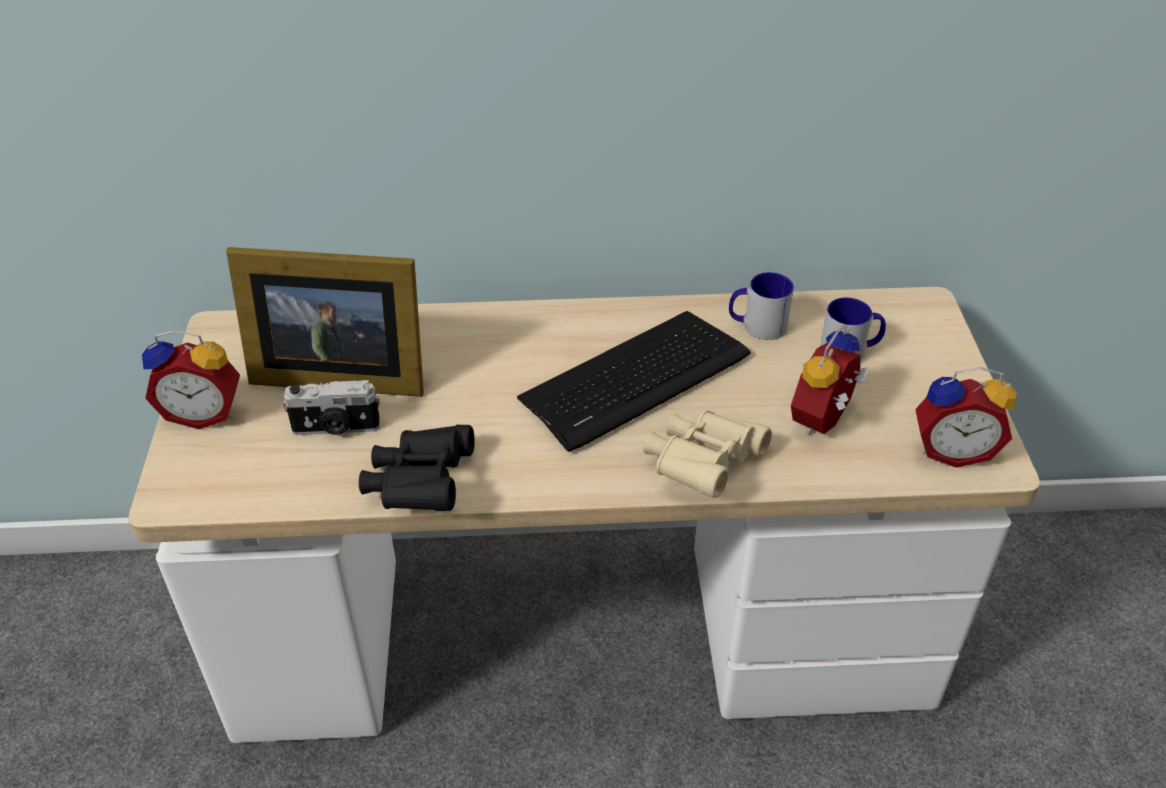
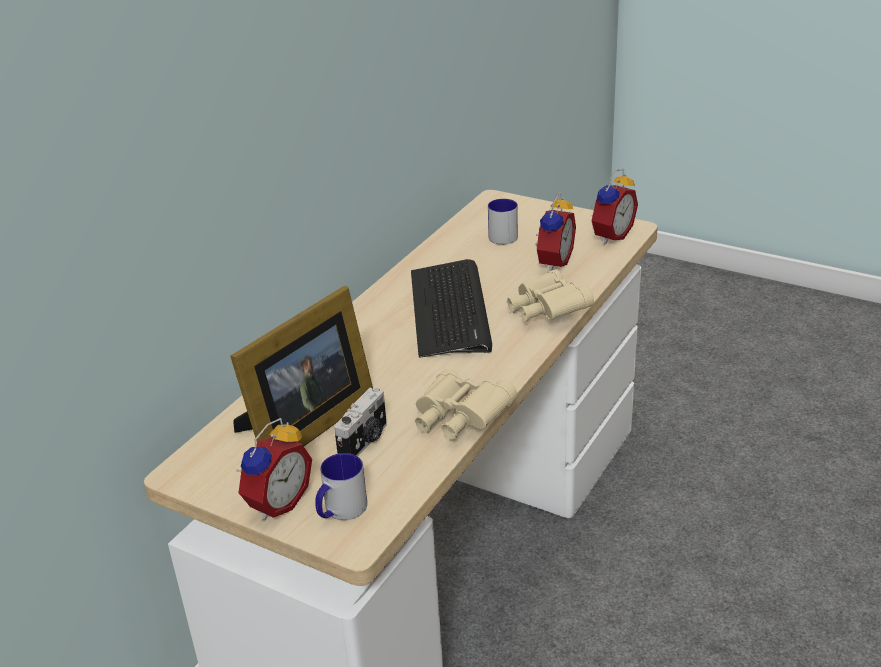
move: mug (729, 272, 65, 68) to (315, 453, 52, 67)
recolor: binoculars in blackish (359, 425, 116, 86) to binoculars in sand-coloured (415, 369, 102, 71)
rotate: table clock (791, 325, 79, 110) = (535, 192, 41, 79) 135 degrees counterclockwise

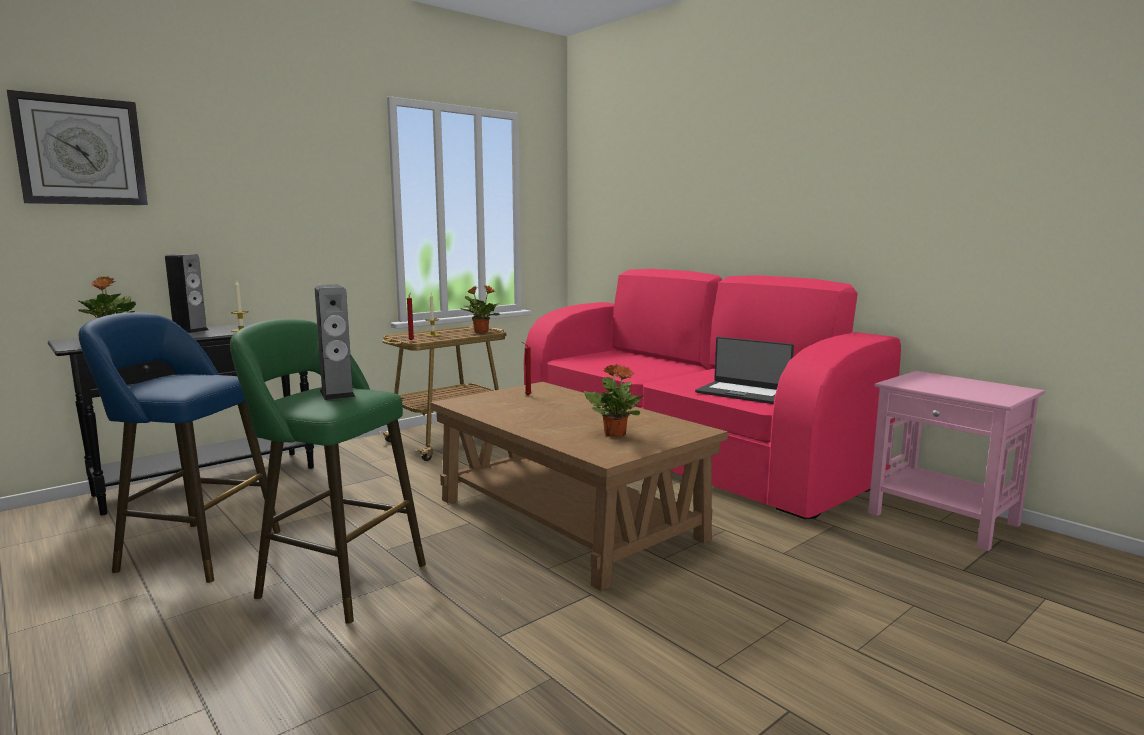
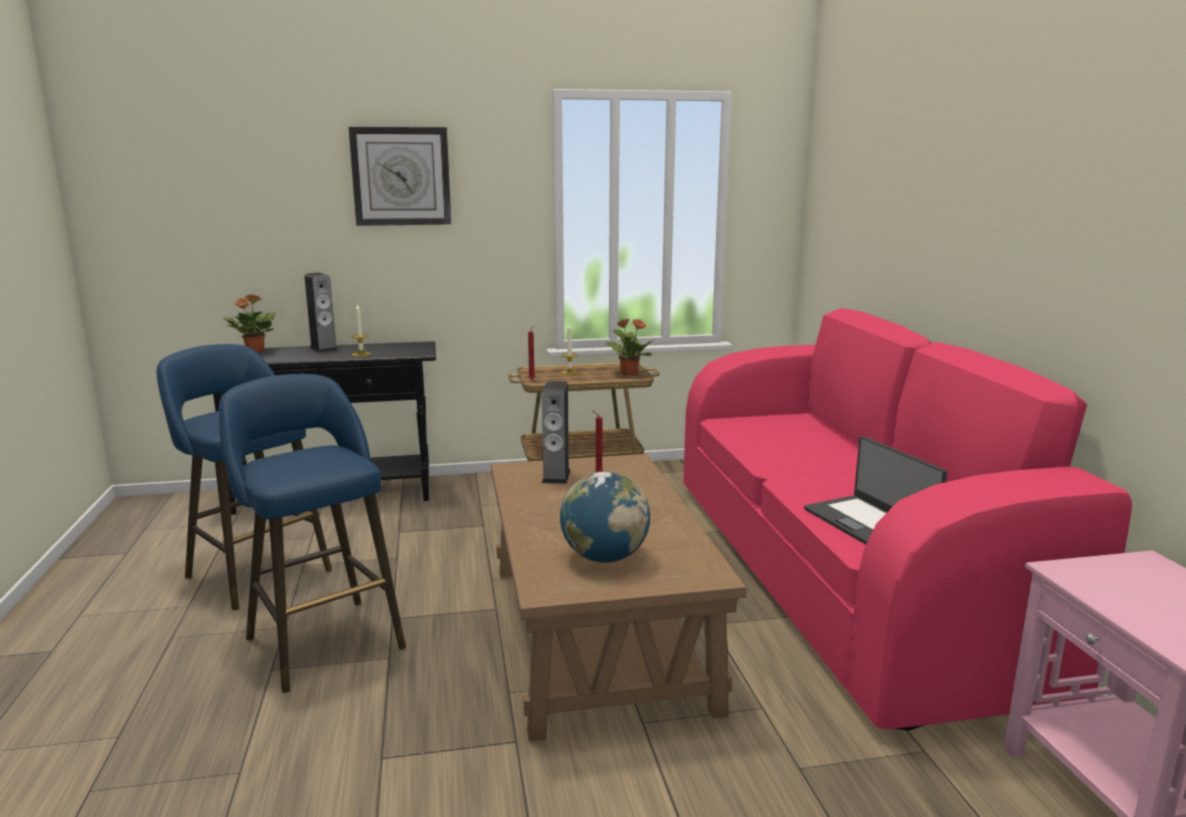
move: hanging clock (7, 90, 141, 115) to (349, 127, 102, 99); loudspeaker (315, 284, 40, 116) to (542, 381, 28, 103)
replace: plant in a pot (584, 364, 60, 73) to desk globe (560, 472, 90, 91)
recolor: sitting stool in green (230, 319, 196, 305) to sitting stool in blue-coloured (219, 374, 187, 319)

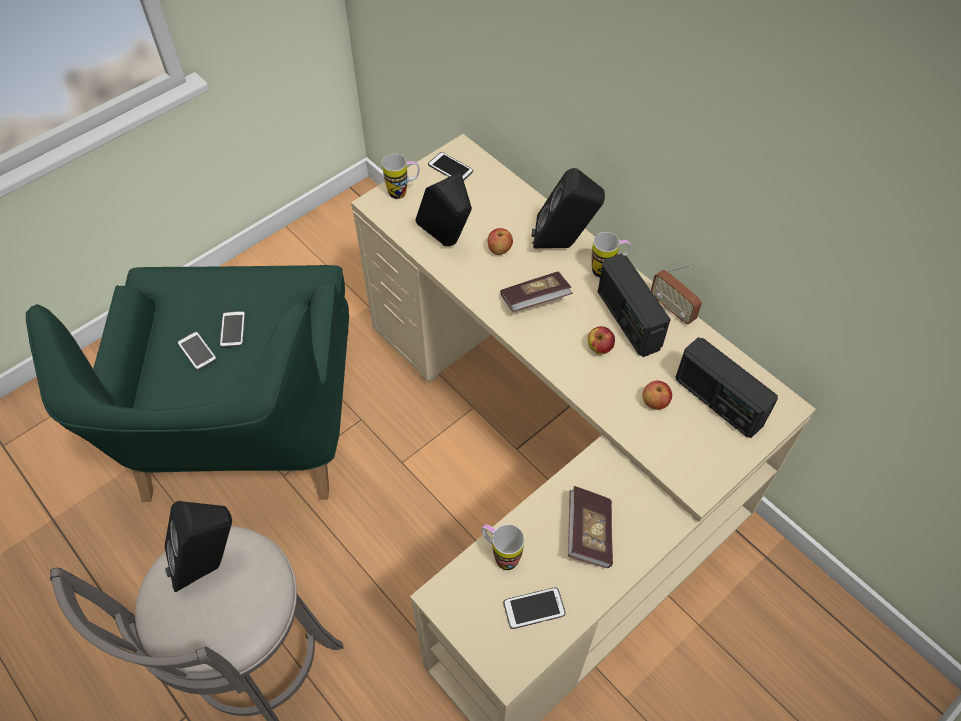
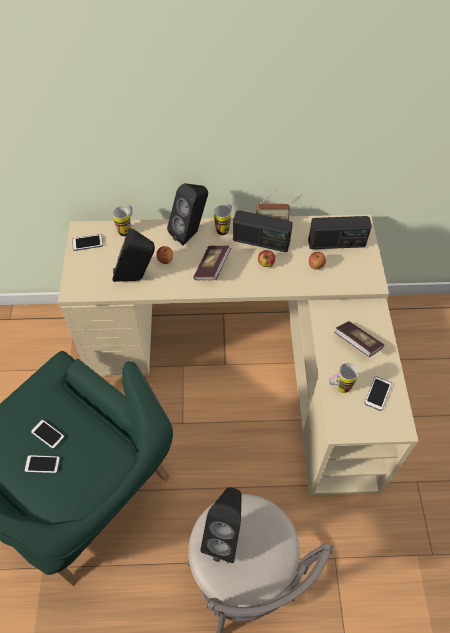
move: mug (382, 154, 38, 45) to (112, 205, 21, 31)

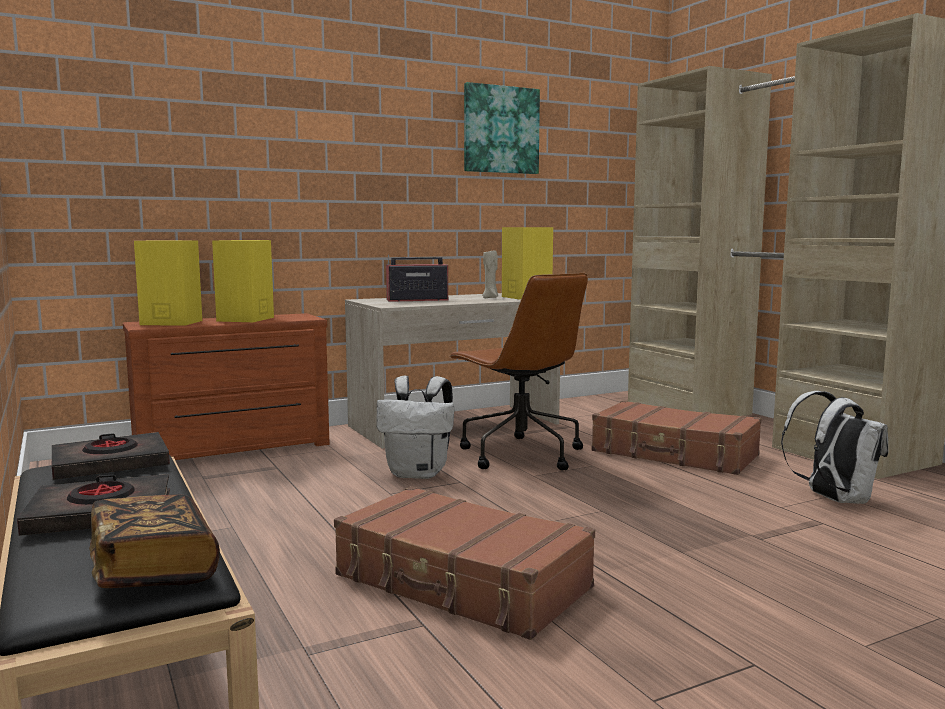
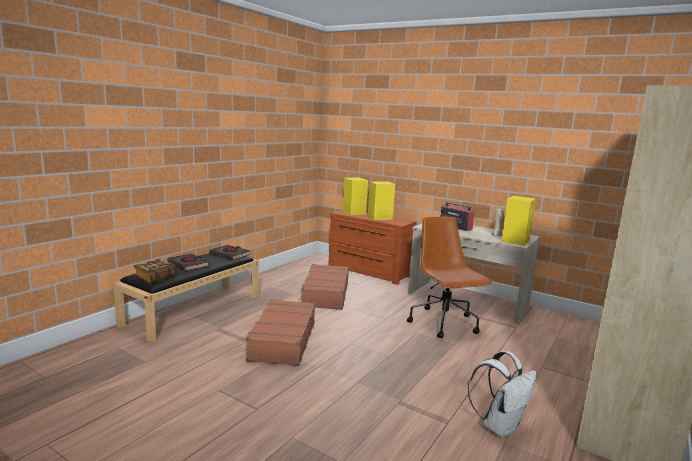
delete: knapsack in white-coloured (376, 376, 78, 103); picture (464, 82, 76, 92)
move: suitcase in brownish (591, 400, 170, 75) to (299, 264, 50, 46)
rotate: computer chair in brownish (449, 273, 139, 198) = (407, 217, 86, 121) 135 degrees clockwise

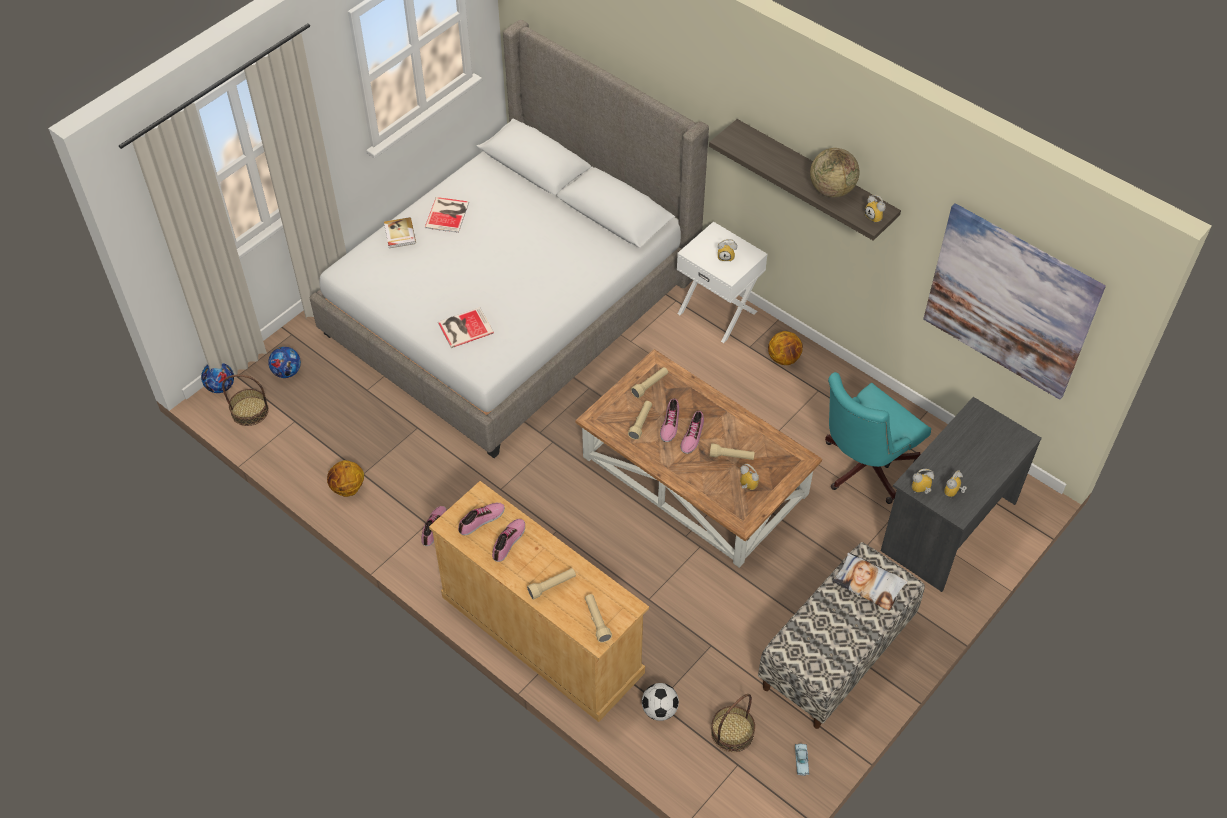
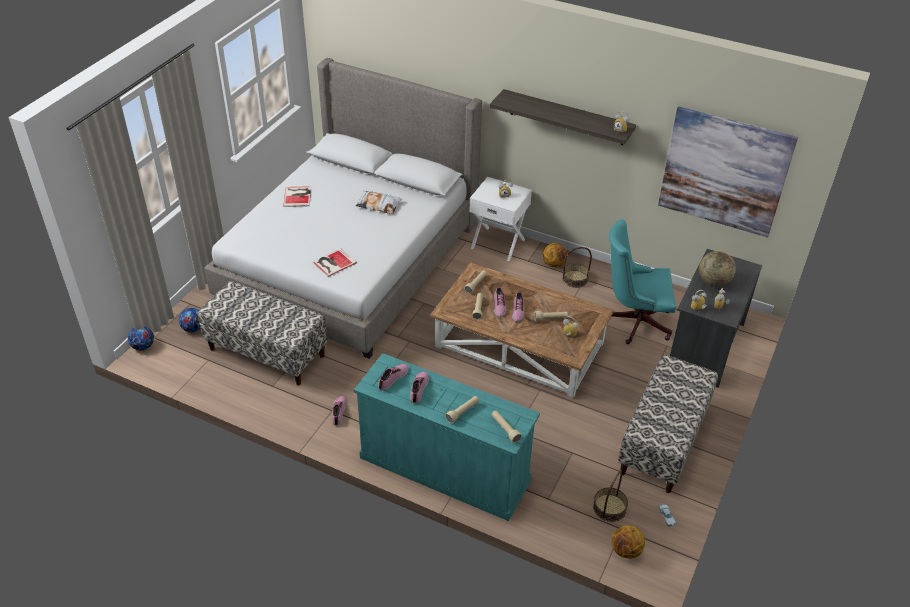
delete: bound book (384, 217, 32, 31); ball for football (642, 683, 37, 38)
insert: bench (198, 281, 129, 105)
move: basket (222, 375, 47, 51) to (562, 247, 30, 41); basketball ball (327, 460, 37, 37) to (612, 525, 33, 34); desk globe (810, 148, 49, 49) to (699, 251, 37, 36); cushion (833, 552, 75, 59) to (356, 191, 46, 23)
recolor: dresser in sand-coloured (429, 481, 220, 241) to dresser in blue-green (354, 353, 186, 168)
rotate: computer chair in blue-green (825, 372, 106, 132) = (609, 219, 67, 125) 60 degrees clockwise

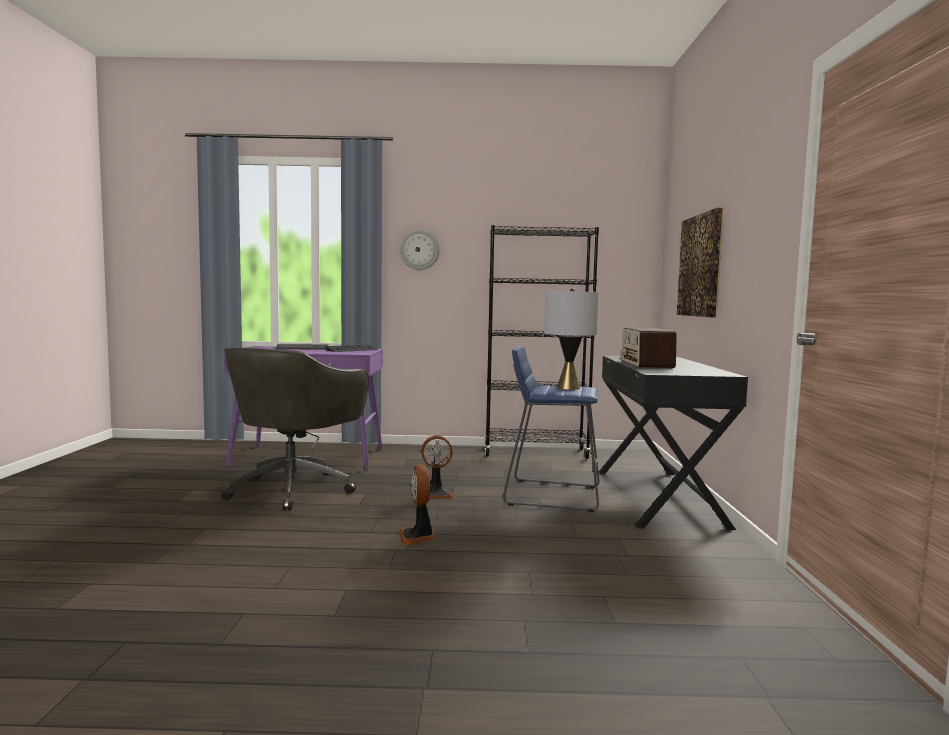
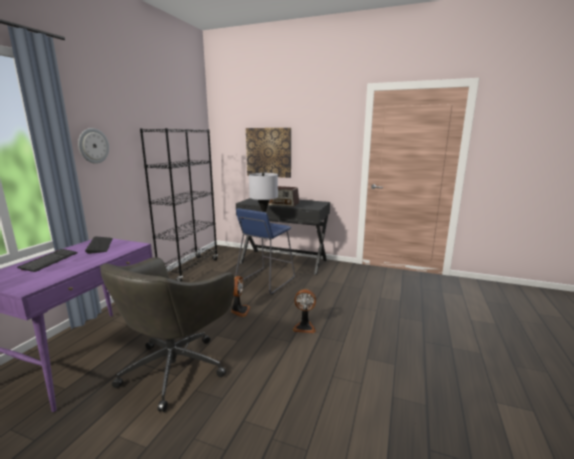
rotate: computer chair in greyish (221, 347, 148, 163) = (100, 257, 135, 155) 75 degrees clockwise

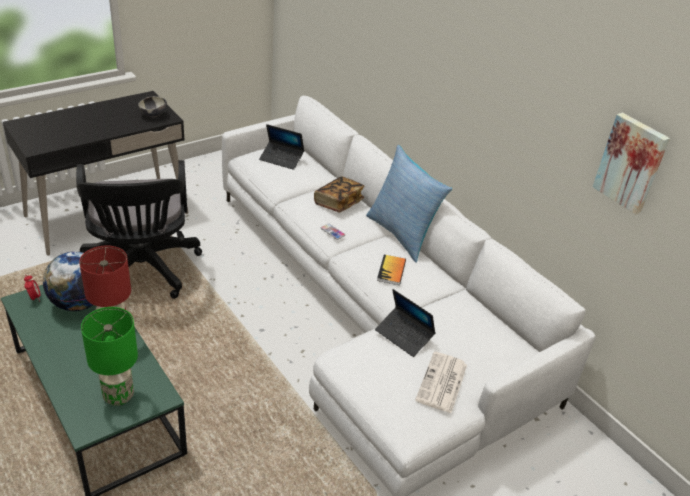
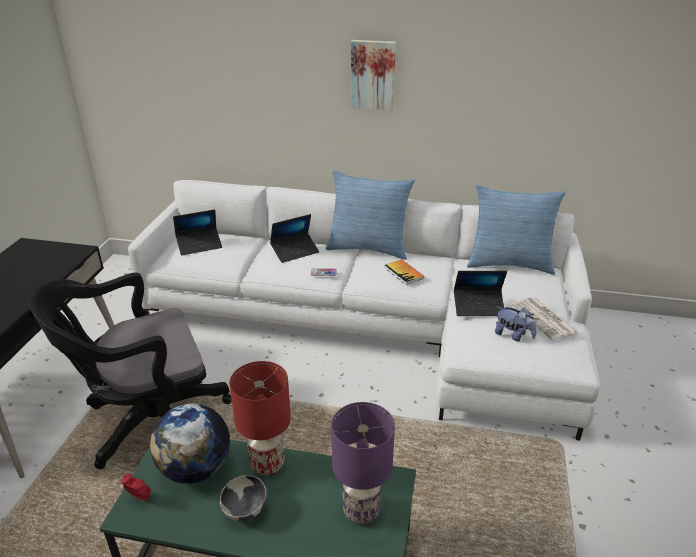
insert: cushion (467, 185, 99, 90); soft toy (495, 307, 42, 34)
move: deep dish (138, 96, 29, 21) to (220, 475, 47, 46); picture (592, 113, 78, 101) to (351, 40, 45, 70)
replace: bound book (314, 176, 50, 36) to laptop (270, 214, 49, 49)
recolor: lamp for a table in green (81, 307, 57, 99) to lamp for a table in purplish (331, 402, 64, 122)
rotate: computer chair in blackish (76, 160, 126, 139) = (29, 273, 203, 196) 120 degrees clockwise

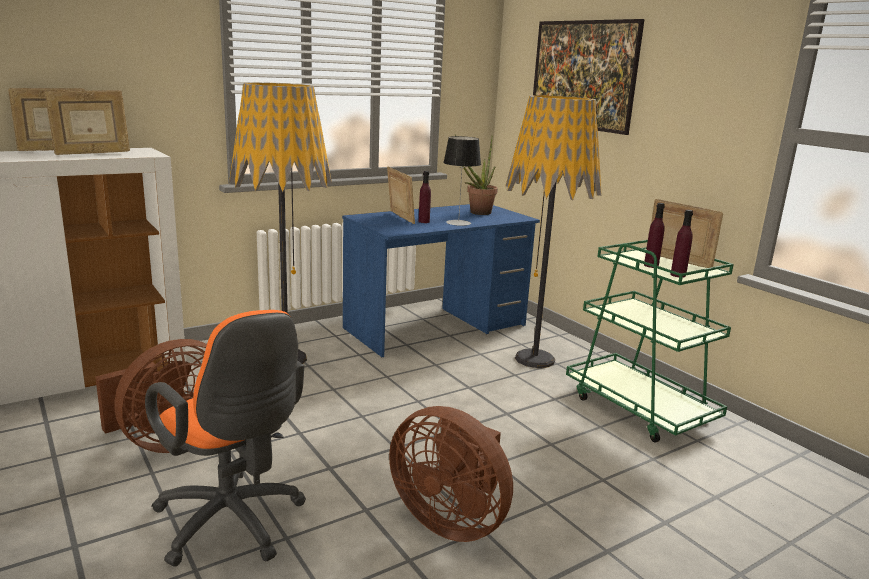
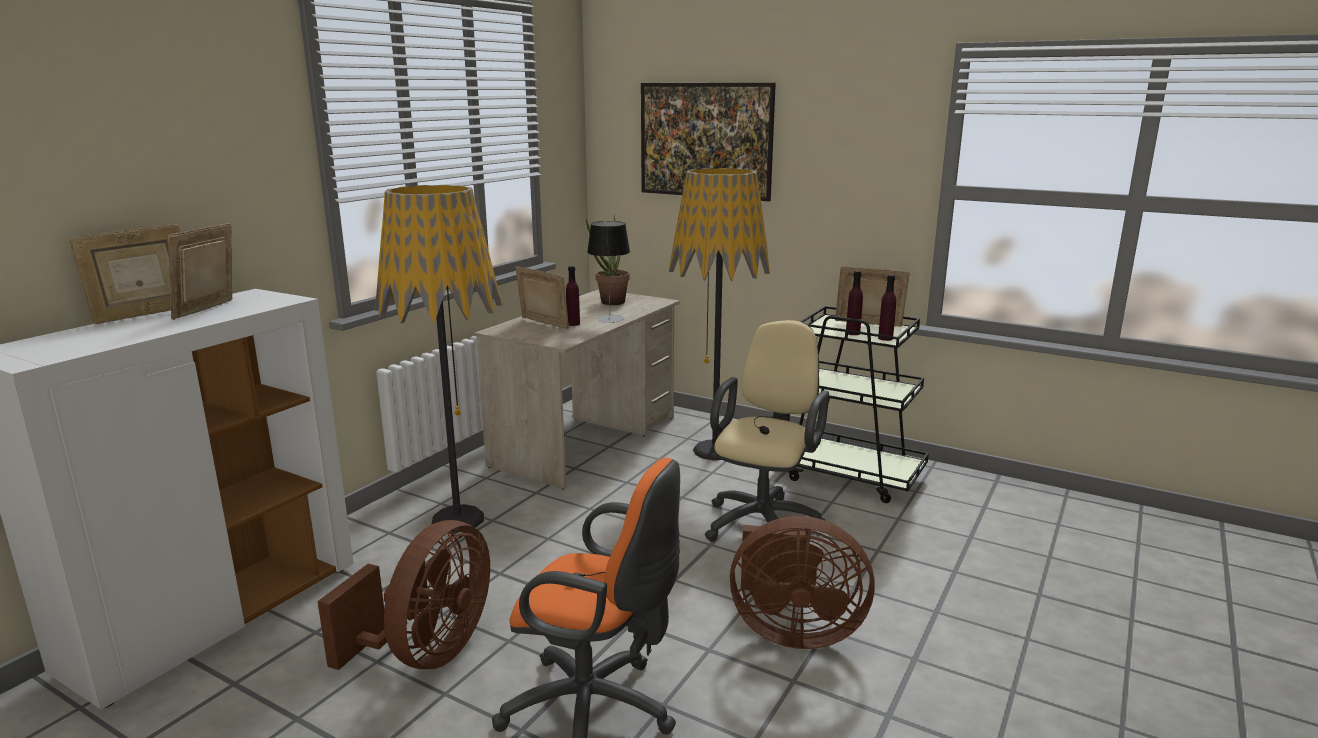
insert: computer chair in sand-coloured (705, 320, 124, 222)
recolor: desk in blue-coloured (342, 204, 198, 154) to desk in sand-coloured (474, 289, 206, 200); cart in green (566, 240, 168, 203) to cart in blackish (788, 306, 141, 197)
rotate: picture frame (44, 90, 86, 65) = (168, 223, 64, 97) 150 degrees clockwise

